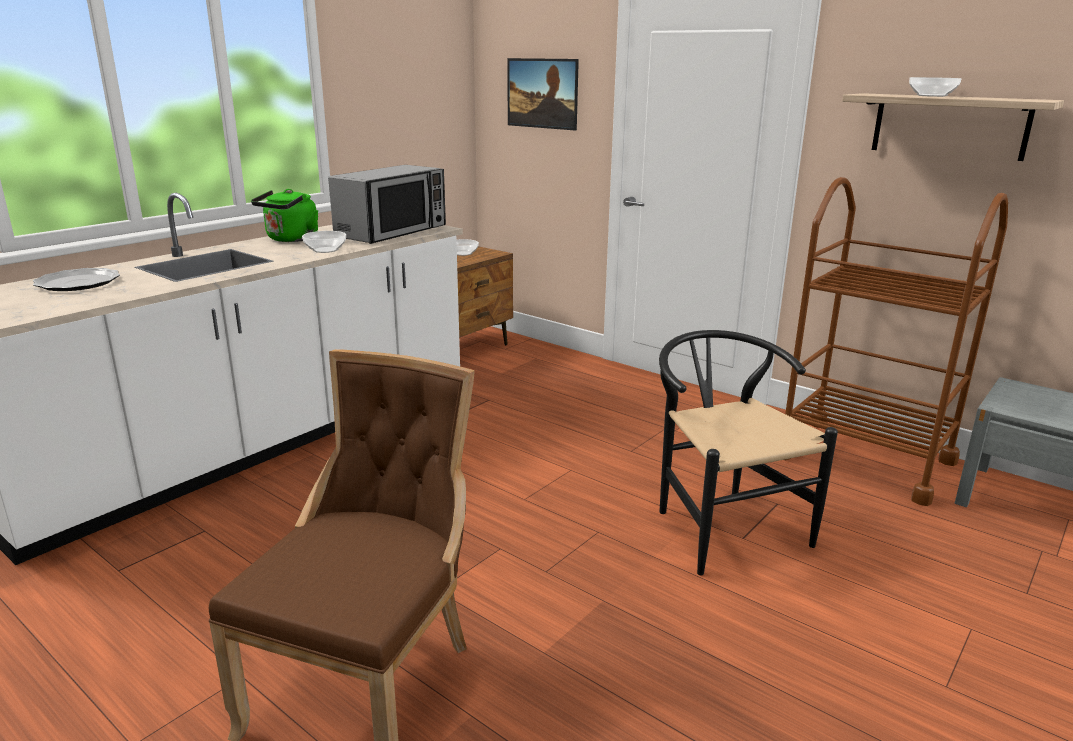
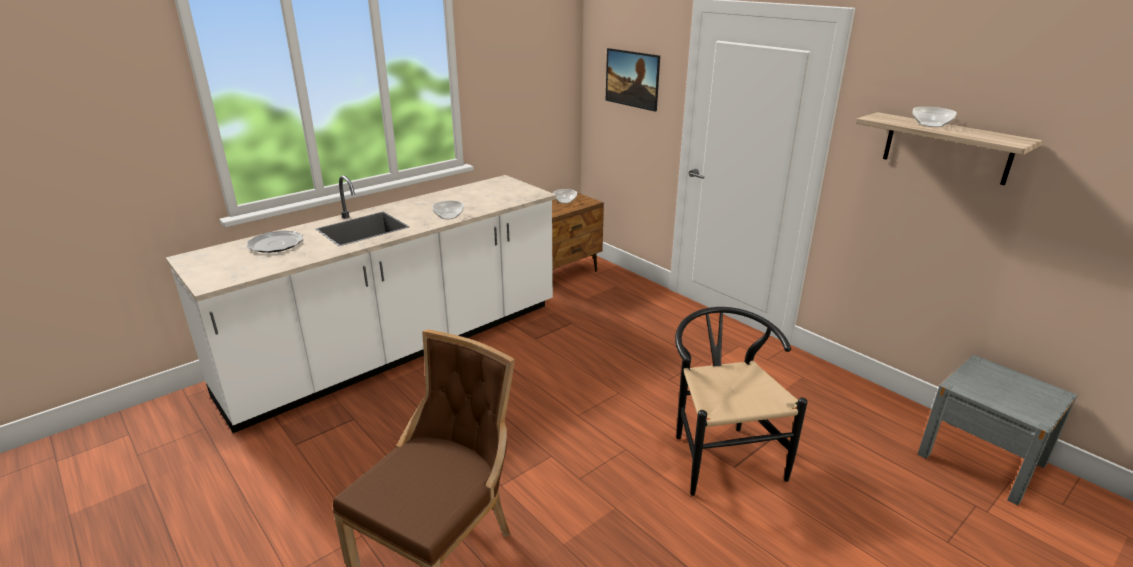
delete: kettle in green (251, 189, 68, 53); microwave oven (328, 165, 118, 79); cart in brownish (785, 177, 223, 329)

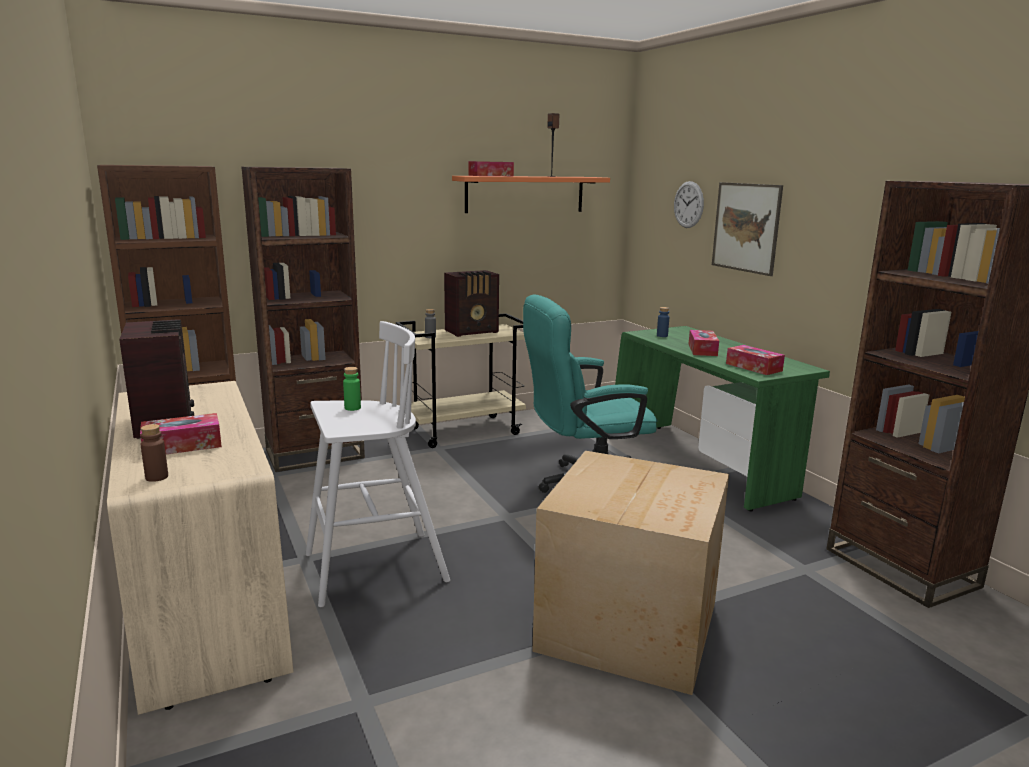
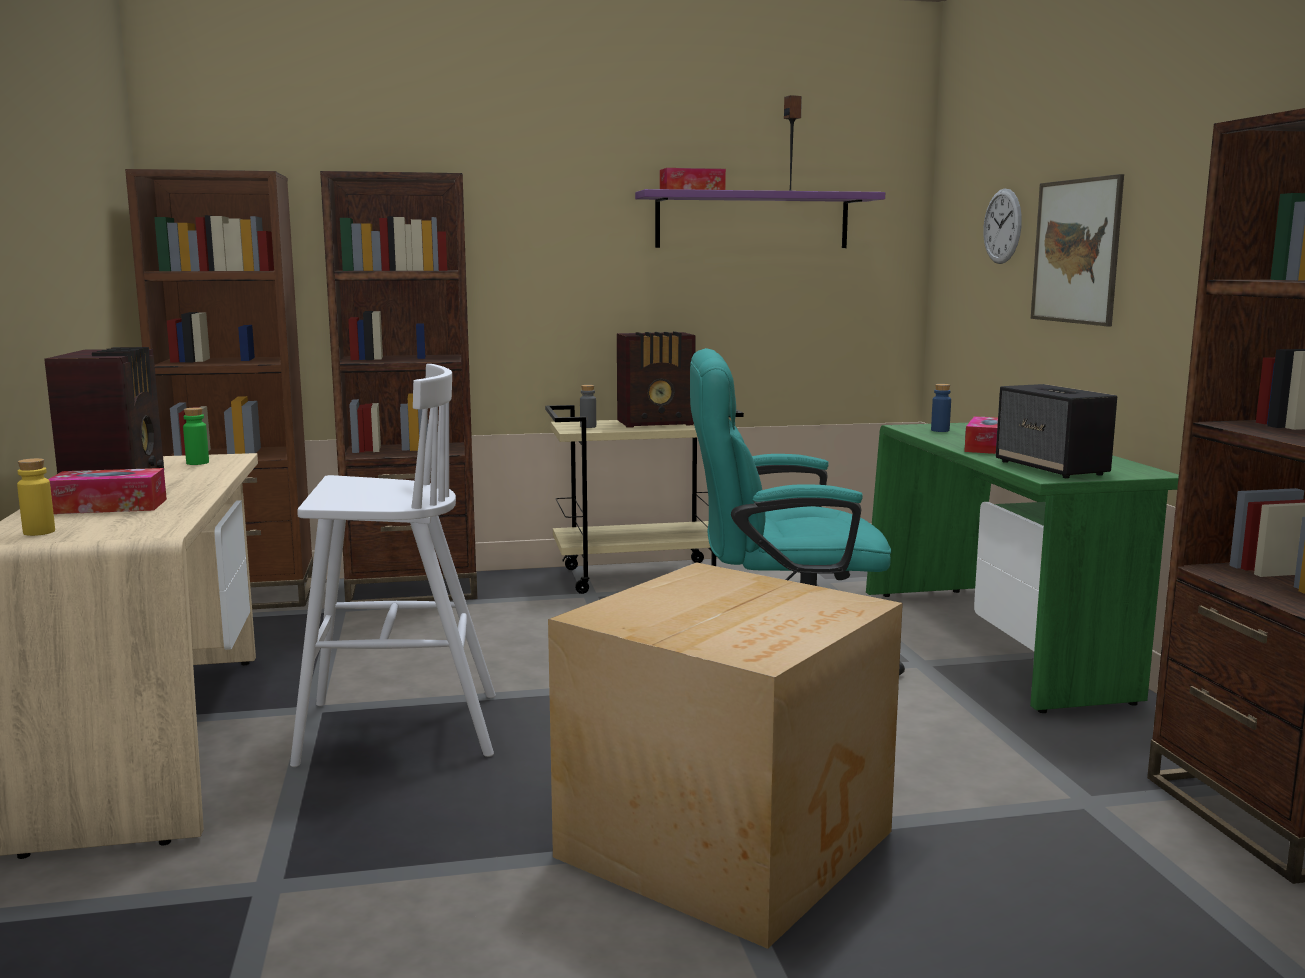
move: drink bottle in green (343, 367, 18, 44) to (183, 408, 26, 57)
replace: tissue holder (726, 345, 59, 30) to loudspeaker (996, 384, 121, 94)
recolor: drink bottle in brownish (141, 424, 27, 58) to drink bottle in yellow-coloured (17, 458, 38, 78); wall shelf in orange-coloured (452, 176, 158, 37) to wall shelf in purplish (635, 189, 250, 59)

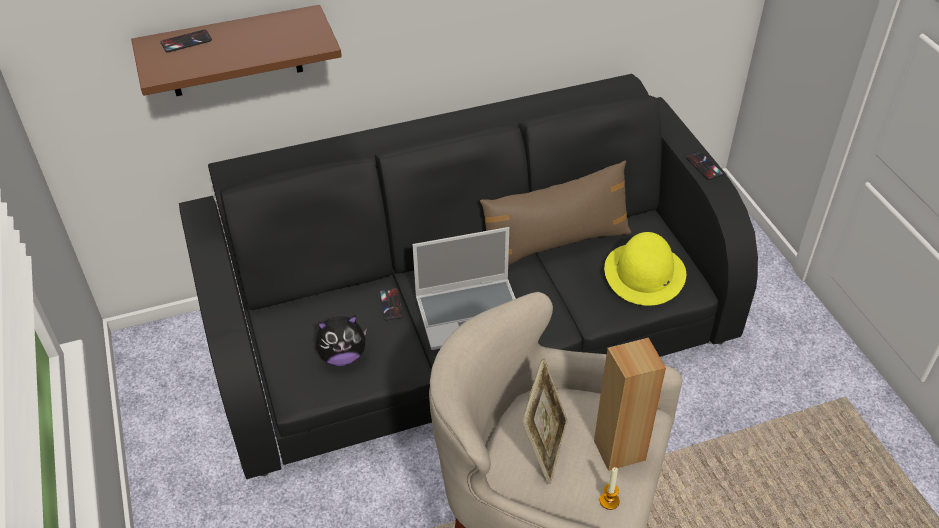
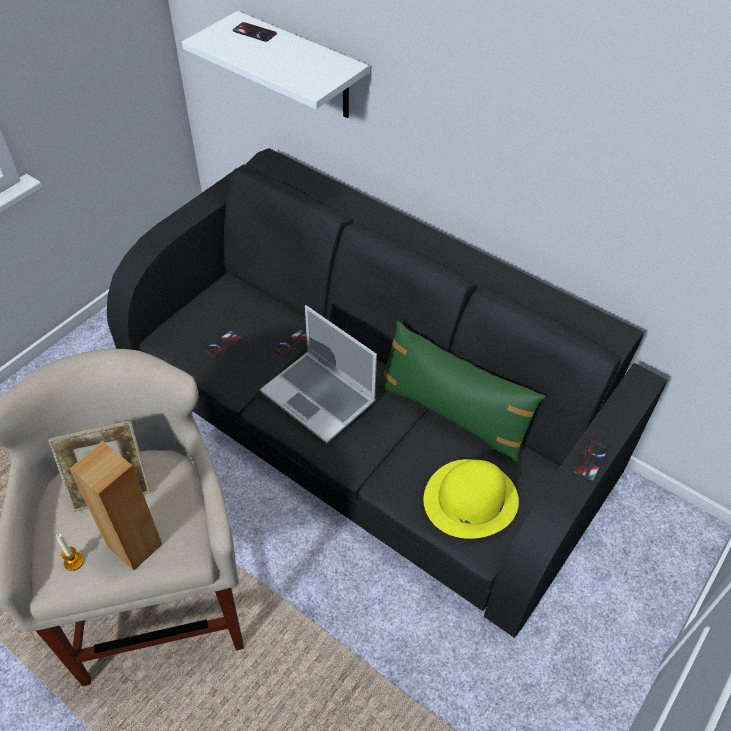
replace: soft toy (316, 315, 51, 51) to telephone (204, 330, 38, 29)
recolor: wall shelf in brownish (131, 5, 211, 91) to wall shelf in white-coloured (182, 11, 187, 107); cushion in brownish (480, 160, 152, 105) to cushion in green (377, 321, 169, 144)

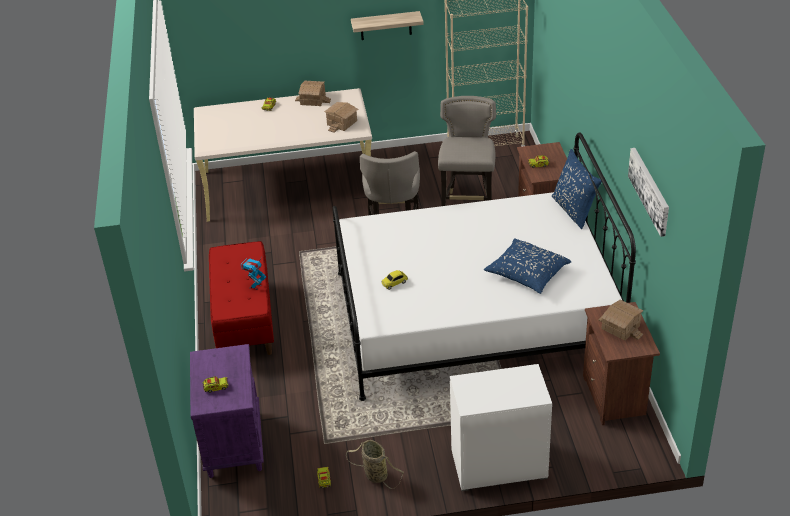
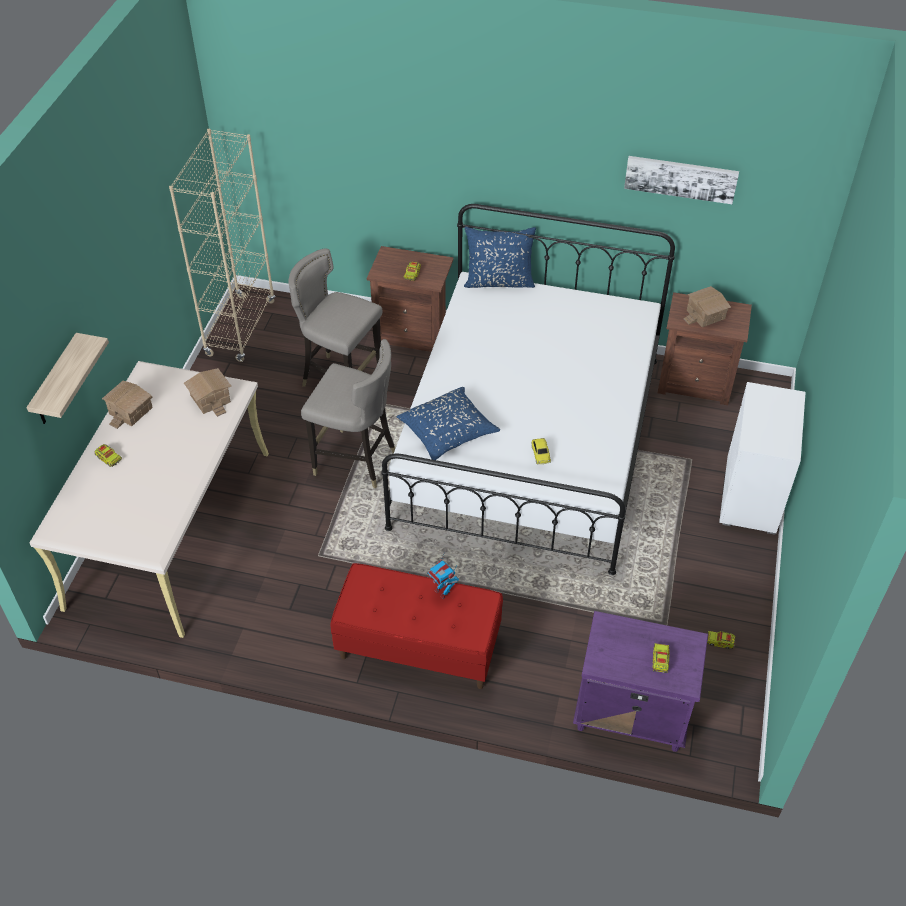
delete: basket (346, 440, 58, 49)
move: wall shelf (351, 11, 73, 29) to (26, 333, 83, 91); cushion in blue-coloured (484, 239, 87, 55) to (397, 387, 103, 73)

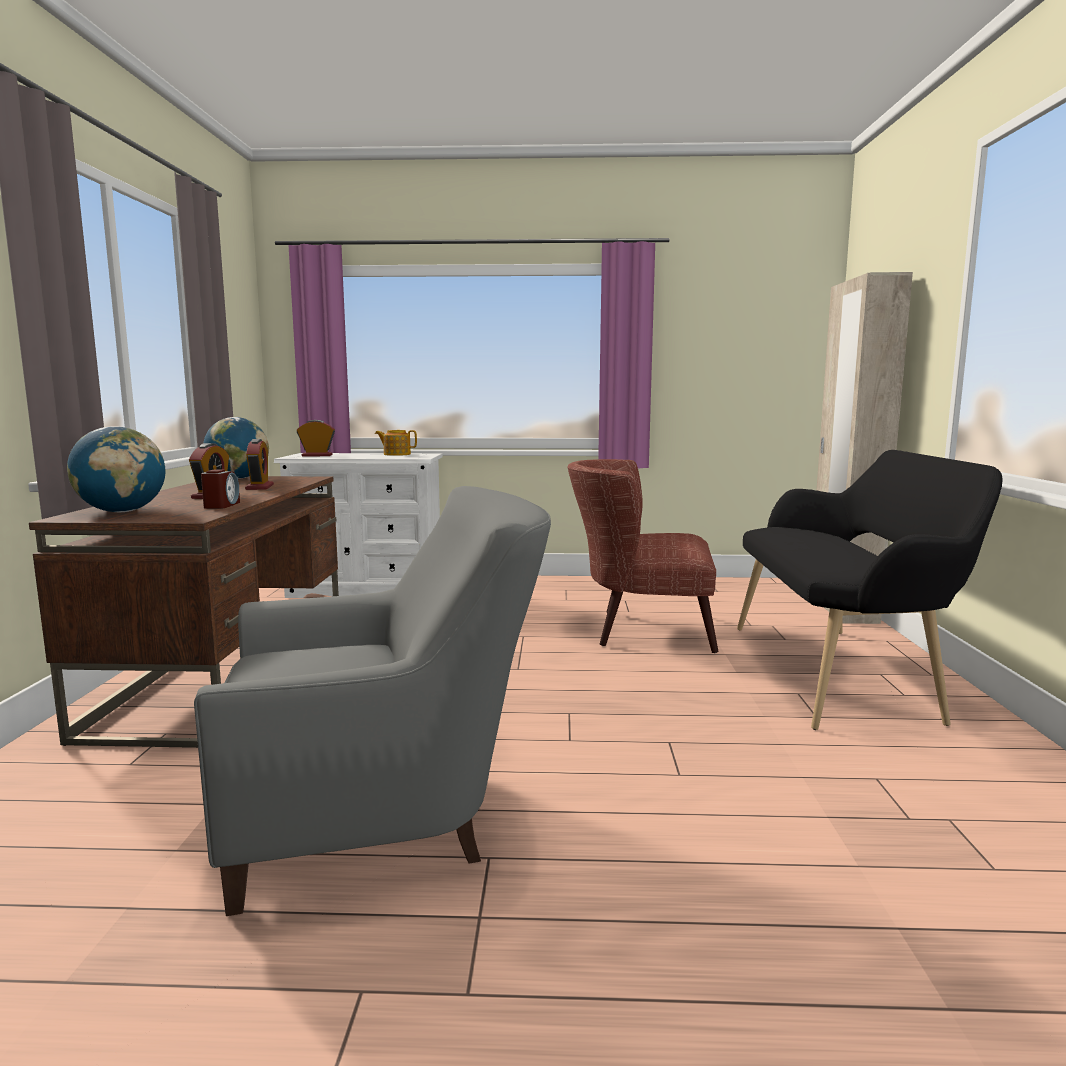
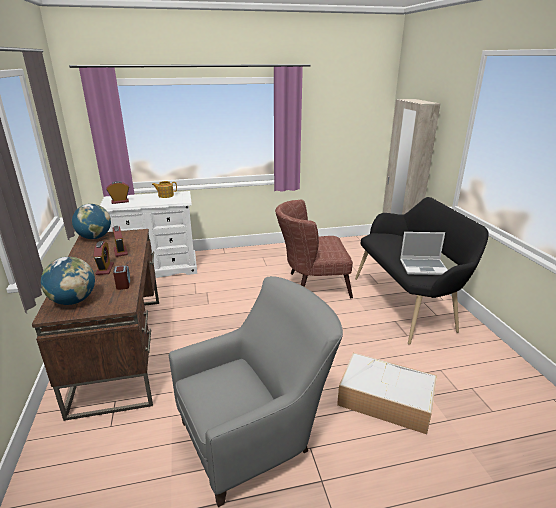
insert: storage bin (337, 353, 100, 81); laptop (400, 232, 47, 43)

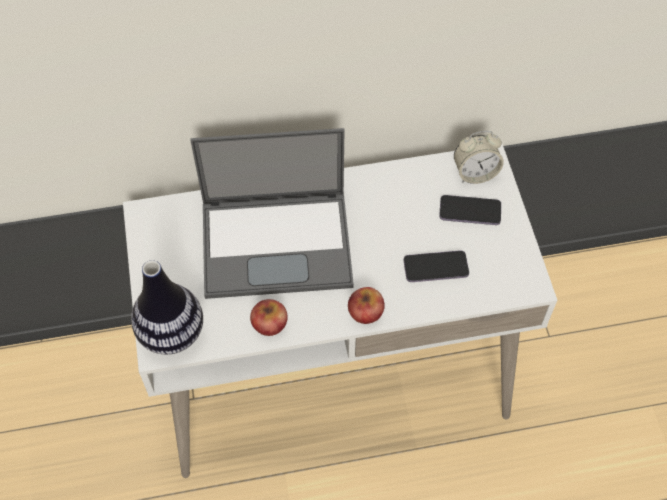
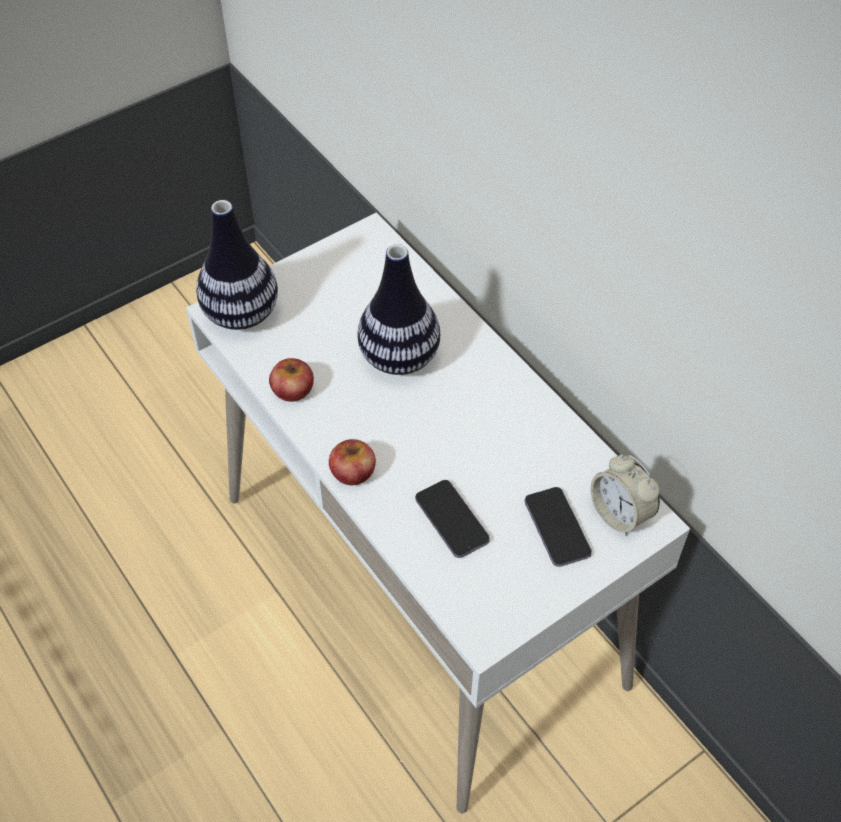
replace: laptop (190, 128, 164, 171) to flower vase (358, 244, 82, 131)

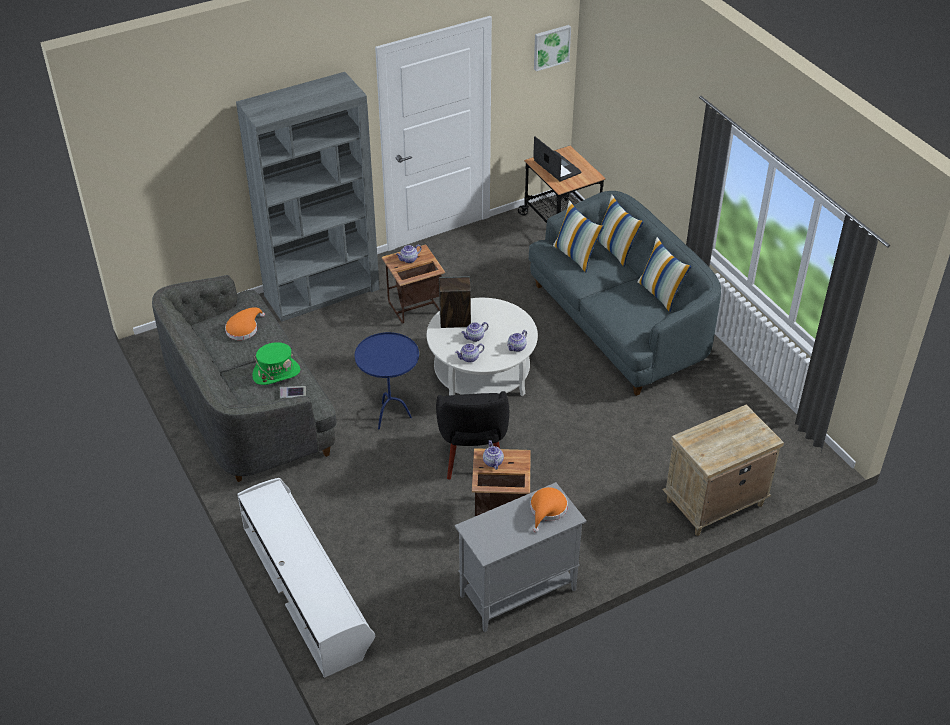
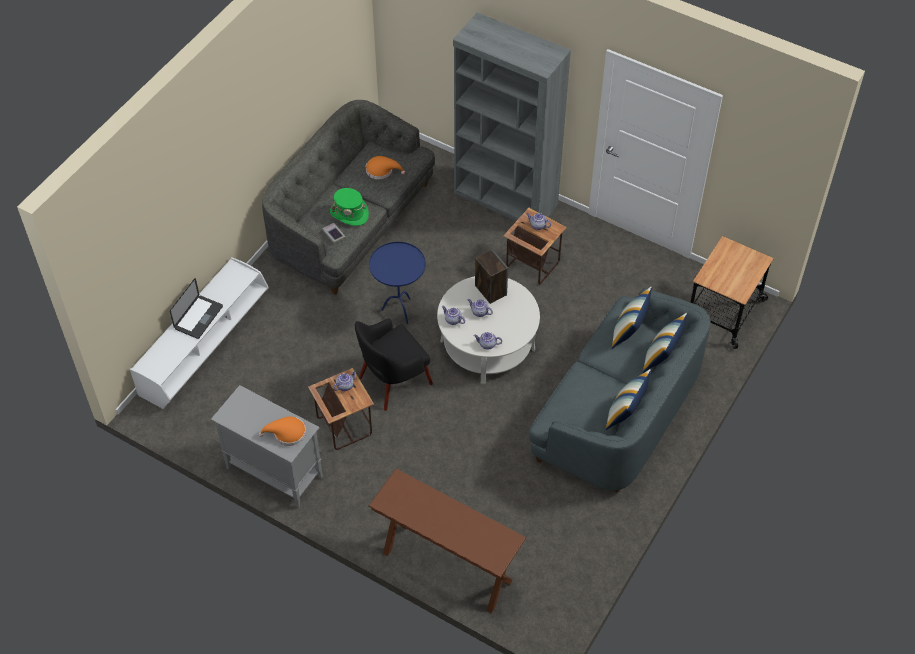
delete: picture (534, 25, 37, 46)
move: laptop (533, 136, 48, 45) to (170, 278, 53, 61)
replace: night table in sand-coloured (662, 405, 122, 131) to narrow table in brownish (368, 469, 158, 144)

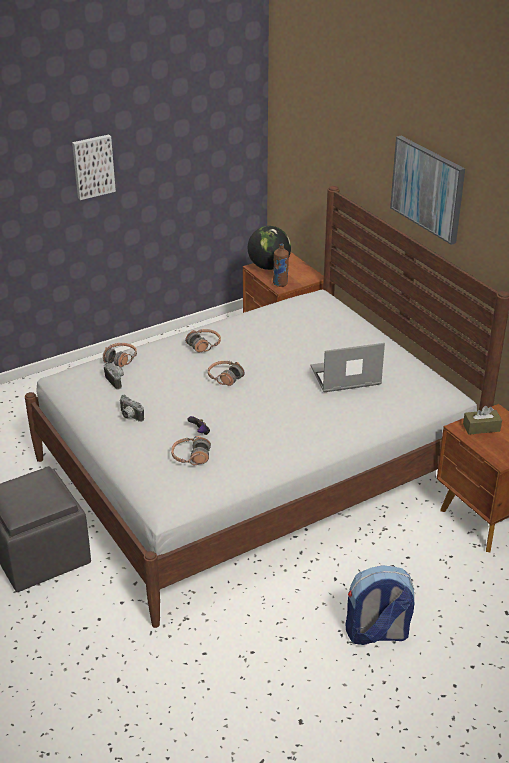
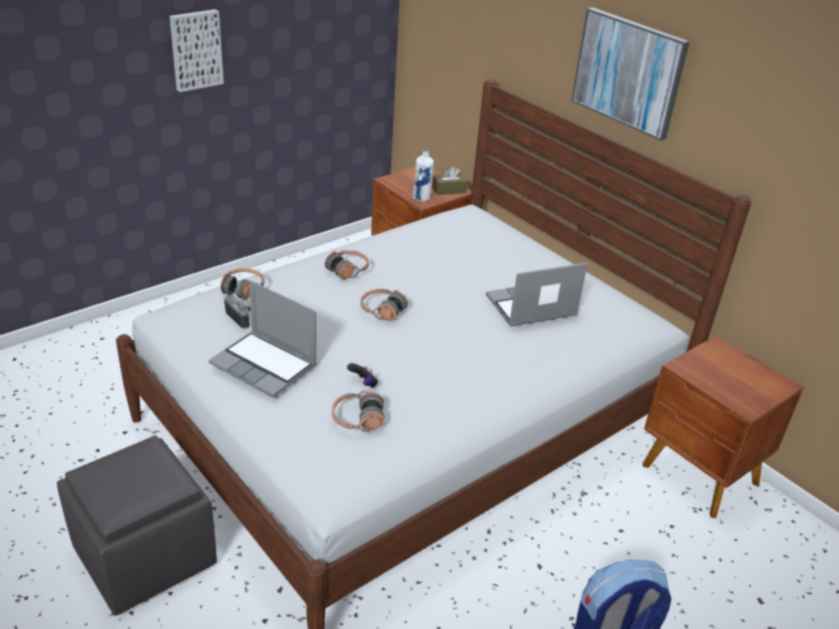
delete: desk globe (248, 226, 43, 44)
move: tissue holder in brownish (463, 406, 39, 29) to (432, 166, 36, 29)
replace: still camera (119, 395, 25, 27) to laptop (209, 281, 108, 117)
recolor: drink bottle in brownish (273, 244, 16, 43) to drink bottle in white-coloured (413, 149, 21, 53)

